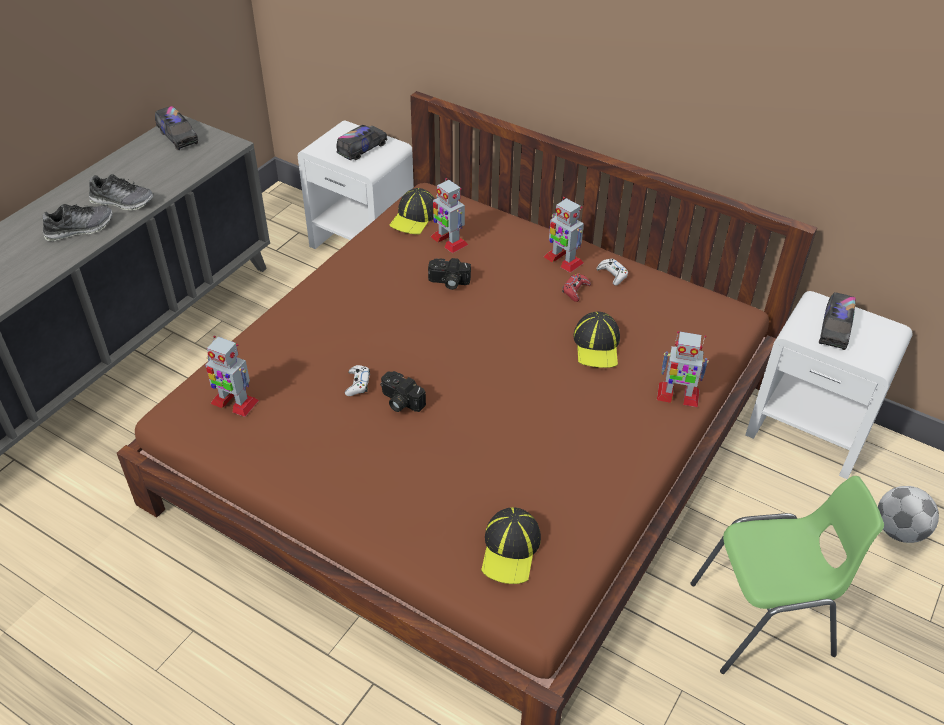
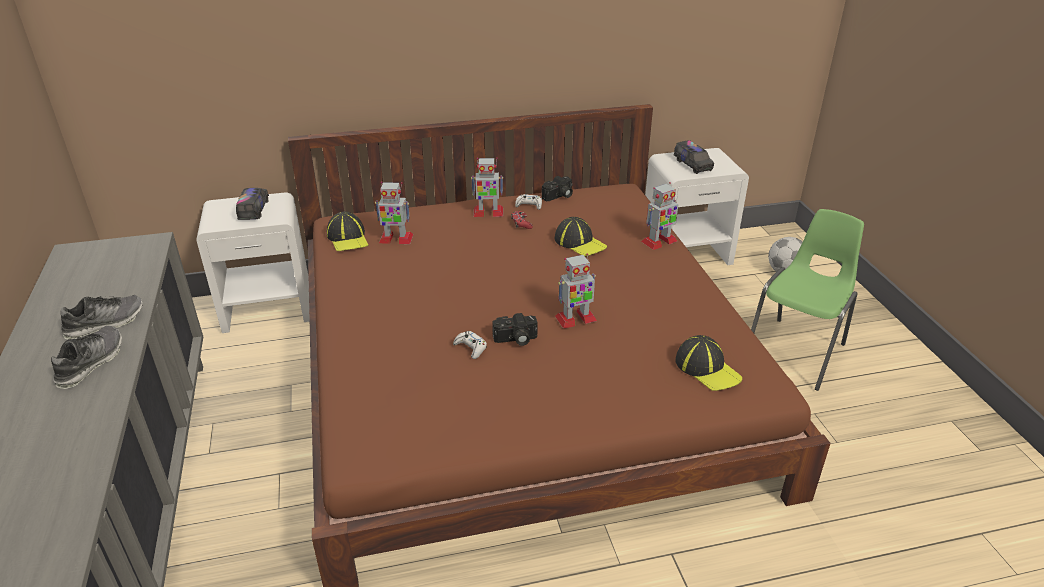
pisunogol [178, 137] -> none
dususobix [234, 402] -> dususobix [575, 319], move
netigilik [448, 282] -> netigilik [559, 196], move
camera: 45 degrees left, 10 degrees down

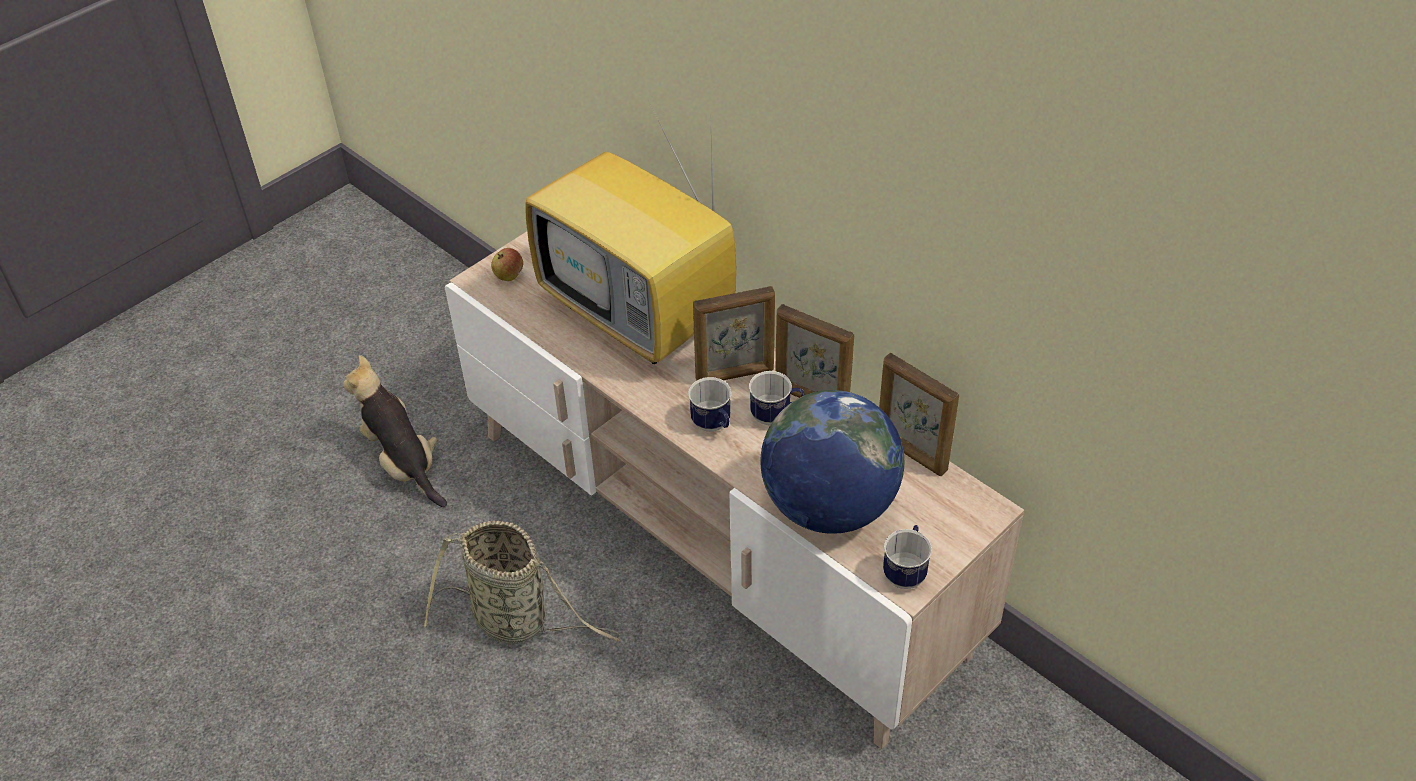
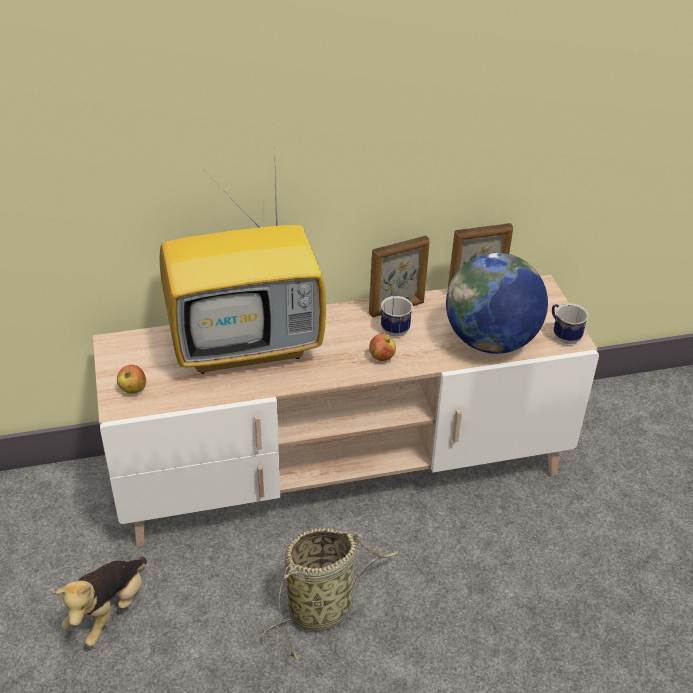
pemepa [735, 375] -> none
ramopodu [714, 426] -> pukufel [381, 357]
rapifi [403, 463] -> rapifi [109, 611], 60 degrees counterclockwise
camera: 60 degrees left, 5 degrees down

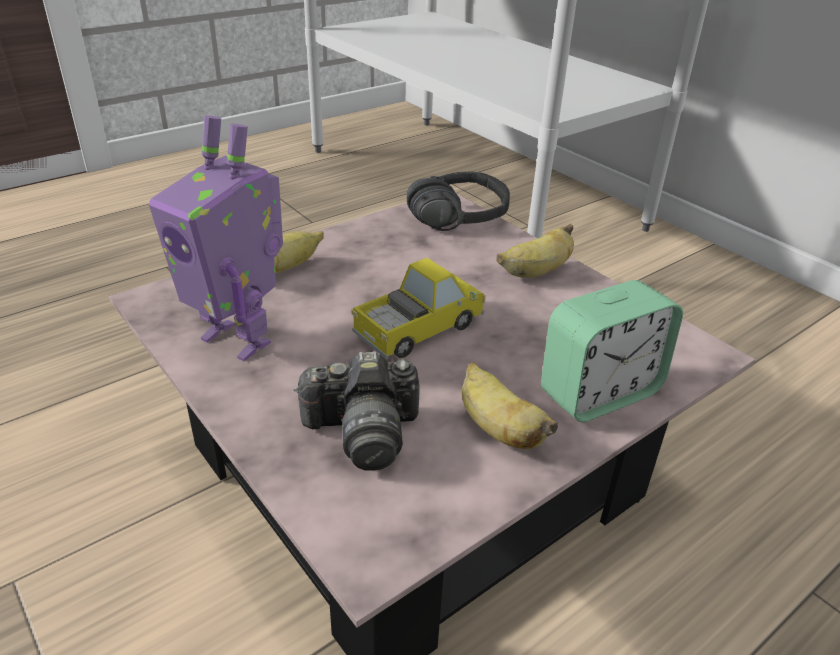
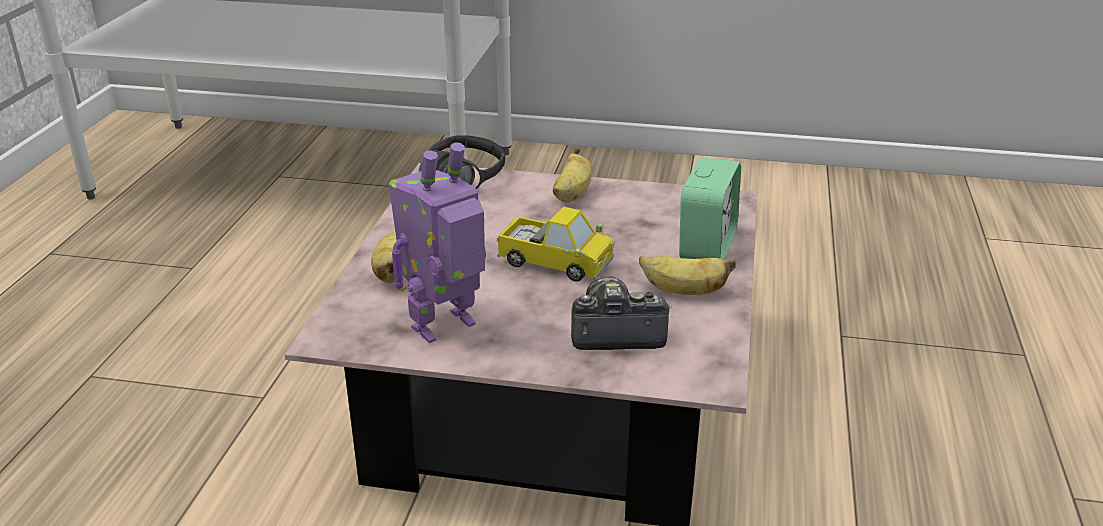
dususobix [239, 338] -> dususobix [445, 327], 150 degrees clockwise
netigilik [363, 432] -> netigilik [615, 333], 135 degrees counterclockwise
pisunogol [419, 330] -> pisunogol [555, 263], 105 degrees clockwise
camera: 40 degrees left, 5 degrees down

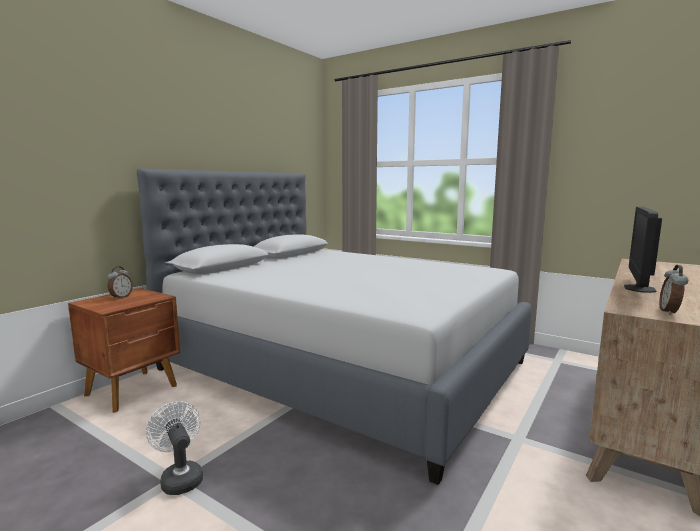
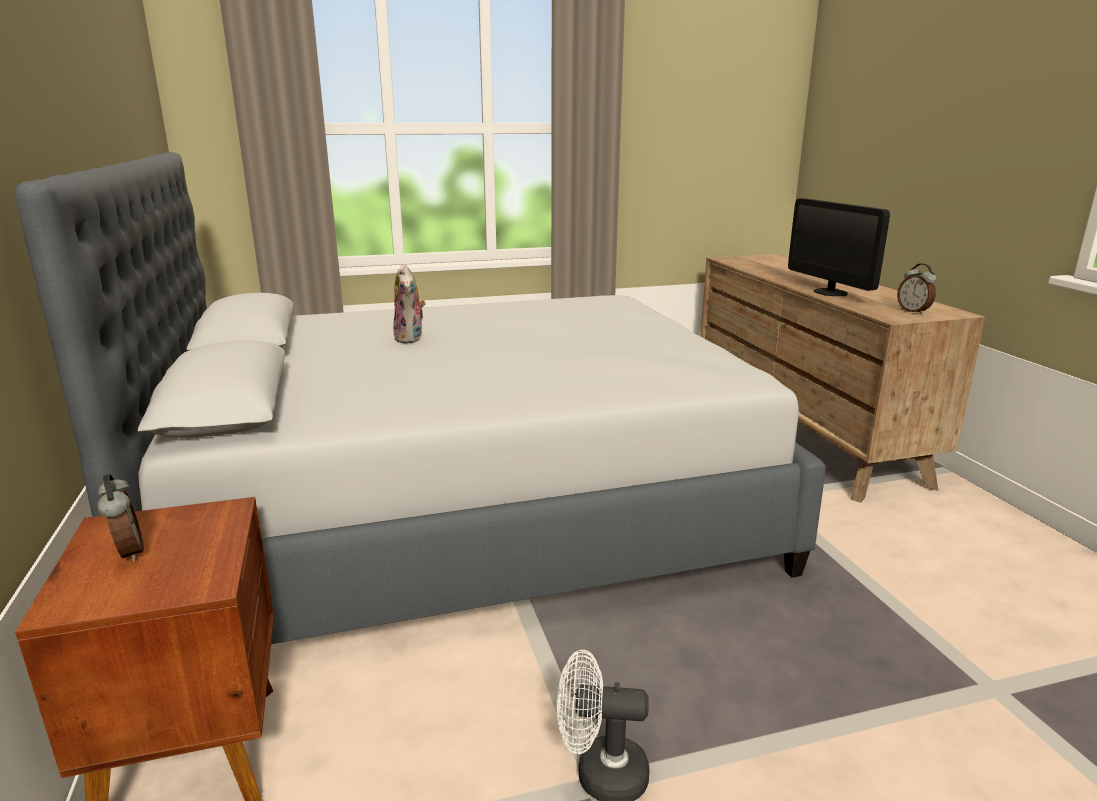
none -> rapifi [411, 339]
camera: 50 degrees left, 10 degrees up

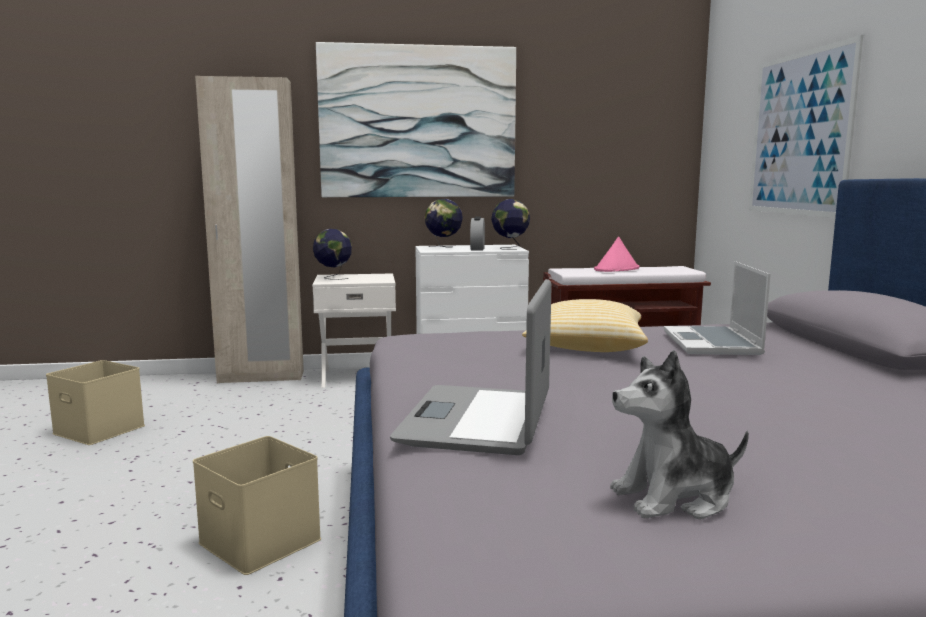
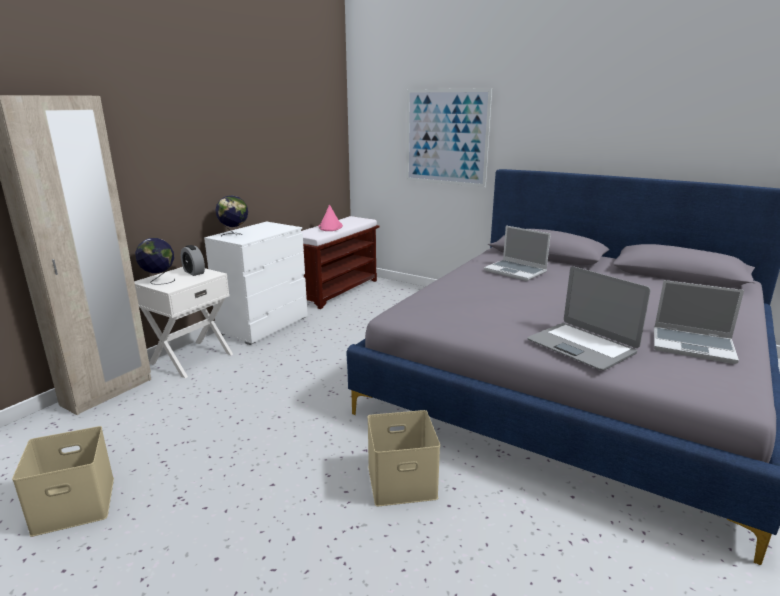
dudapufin [418, 122] -> none
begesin [510, 248] -> none
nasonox [584, 348] -> none
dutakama [477, 249] -> dutakama [194, 272], move
rapifi [675, 497] -> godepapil [693, 346]
camera: 50 degrees left, 10 degrees up

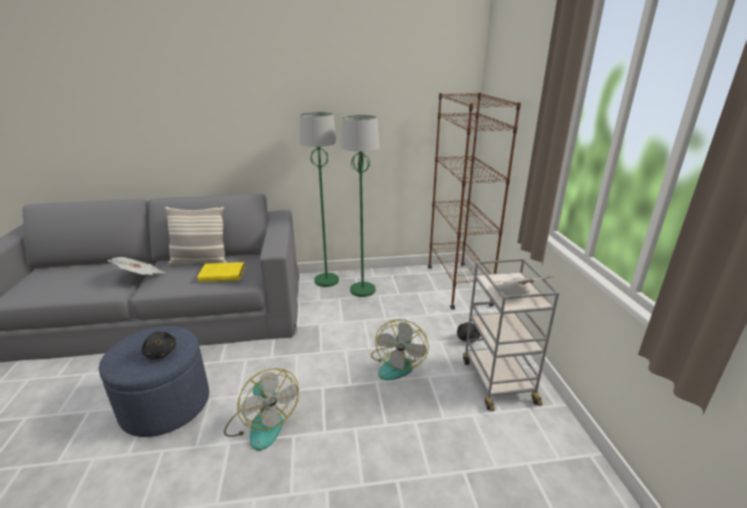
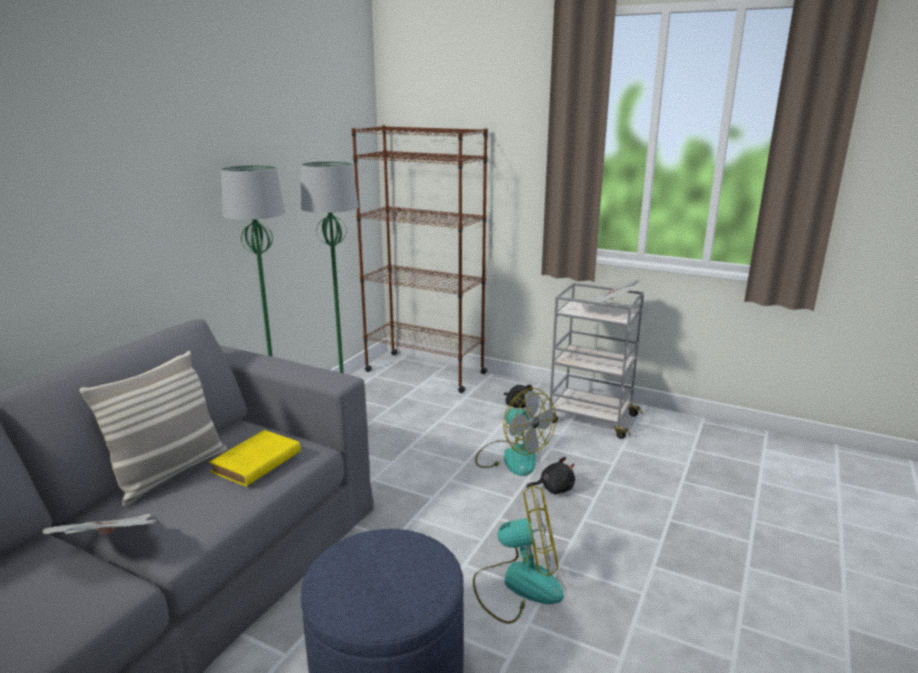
rapifi (black) [161, 353] -> rapifi (black) [554, 488], move
camera: 55 degrees left, 5 degrees down

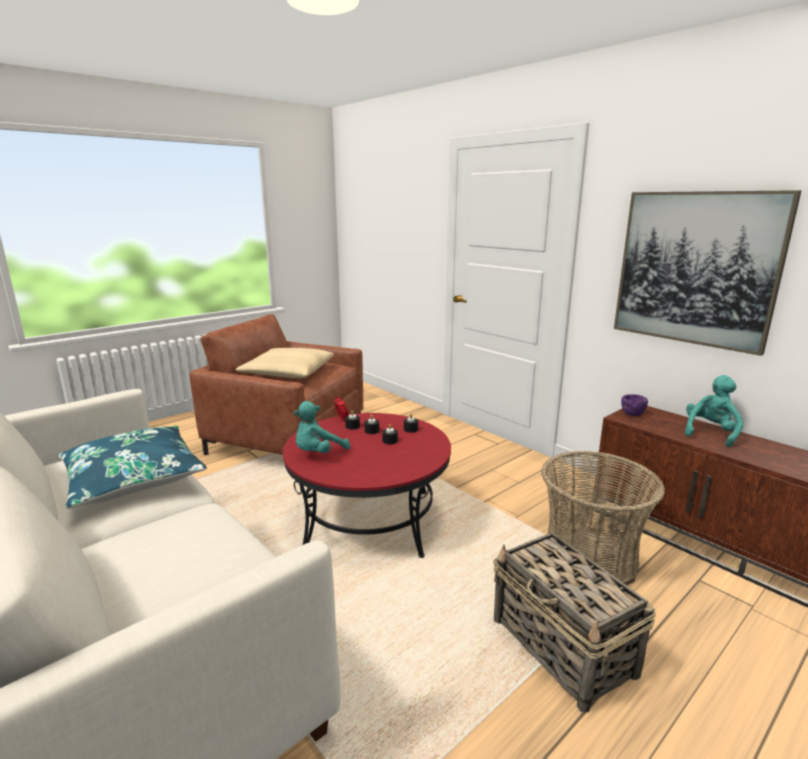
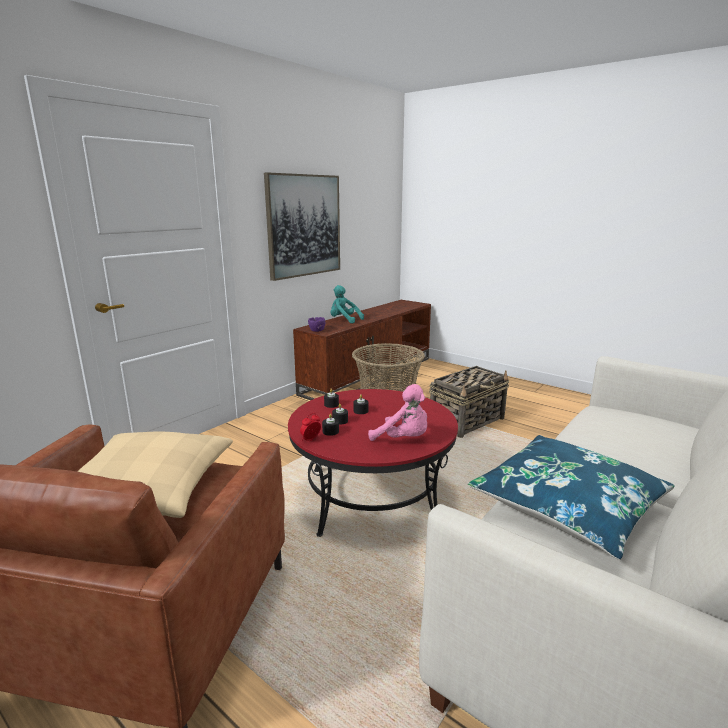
rapifi (turquoise) [318, 453] -> rapifi (pink) [403, 439]
camera: 100 degrees left, 0 degrees up

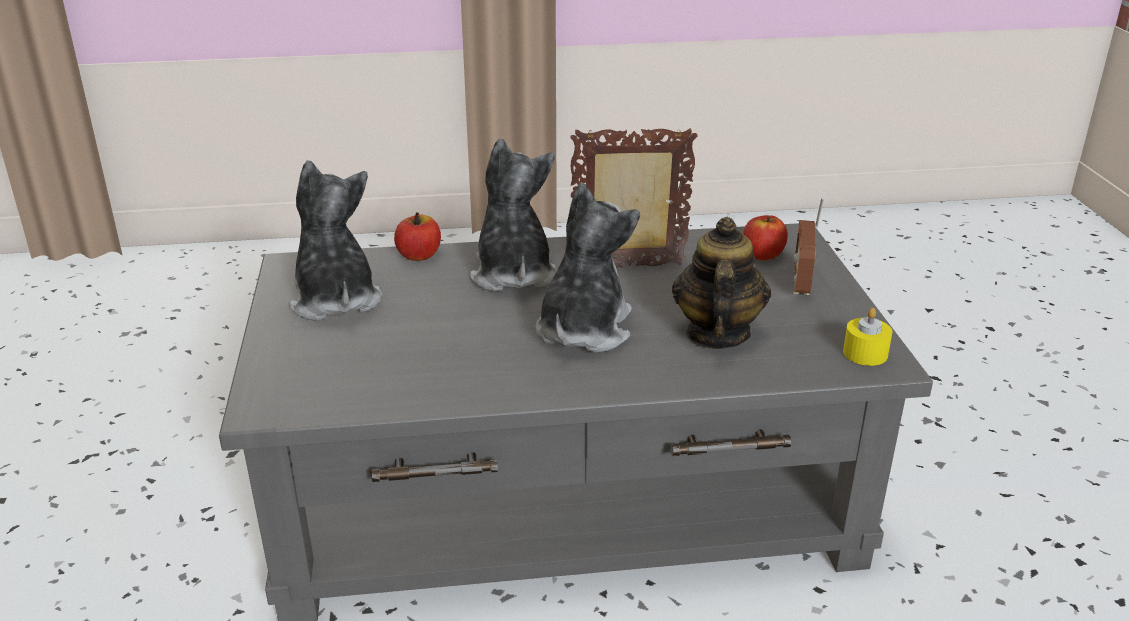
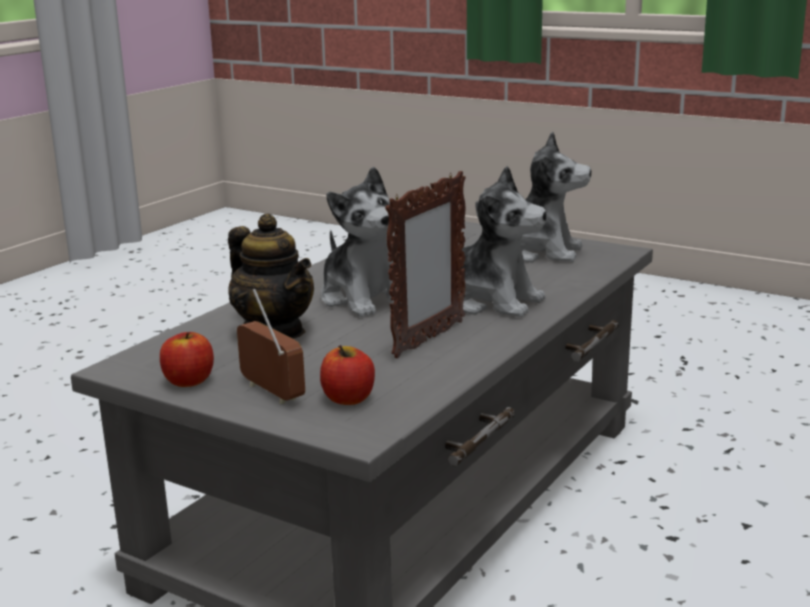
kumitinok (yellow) [865, 353] -> none
pukufel [419, 255] -> pukufel [188, 381], move
camera: 130 degrees right, 10 degrees down

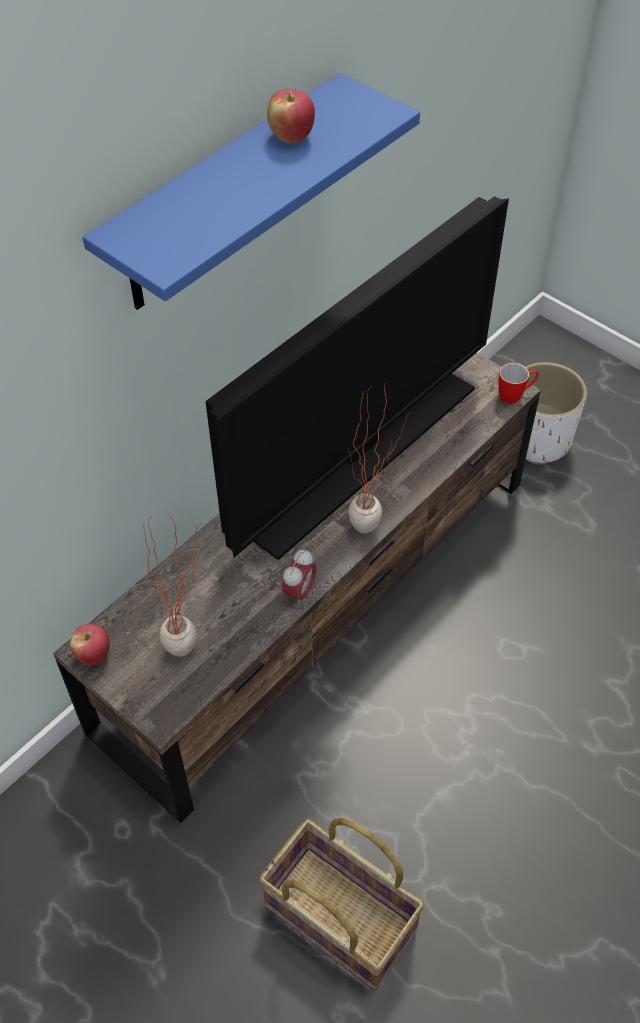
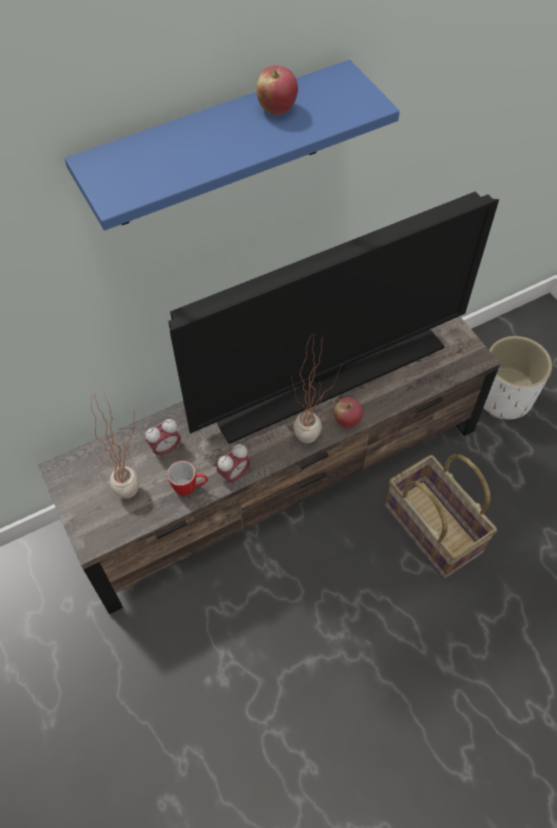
none -> dutakama [166, 448]
pukufel [93, 655] -> pukufel [347, 420], move
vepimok [338, 919] -> vepimok [431, 529], move
ramopodu [515, 396] -> ramopodu [190, 488], move
camera: 20 degrees right, 5 degrees up

